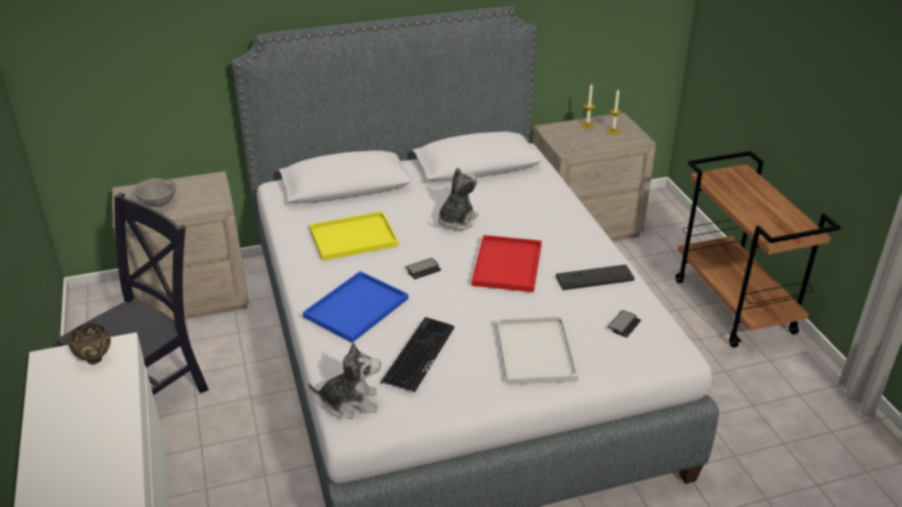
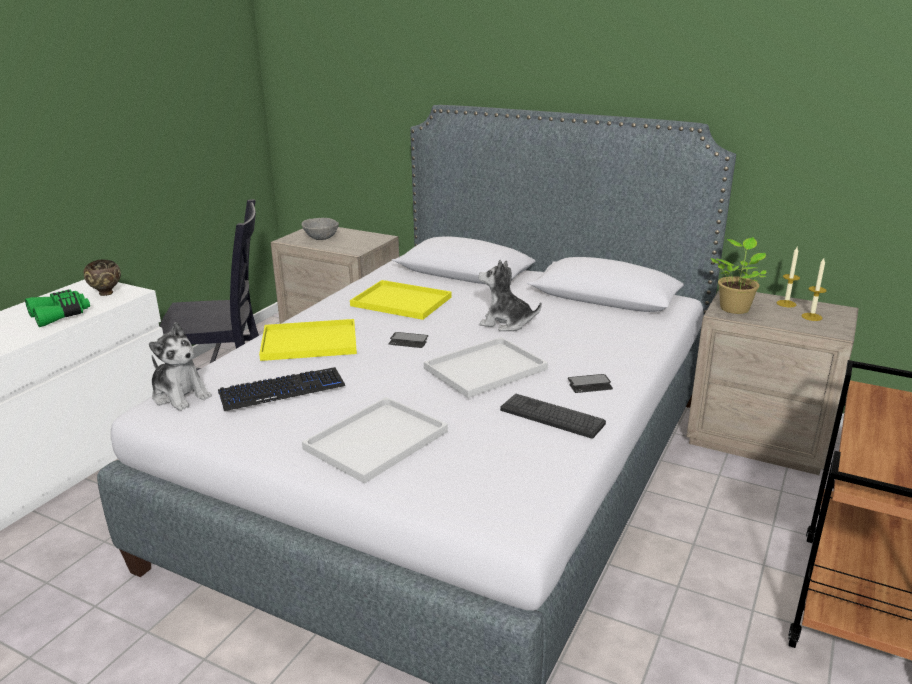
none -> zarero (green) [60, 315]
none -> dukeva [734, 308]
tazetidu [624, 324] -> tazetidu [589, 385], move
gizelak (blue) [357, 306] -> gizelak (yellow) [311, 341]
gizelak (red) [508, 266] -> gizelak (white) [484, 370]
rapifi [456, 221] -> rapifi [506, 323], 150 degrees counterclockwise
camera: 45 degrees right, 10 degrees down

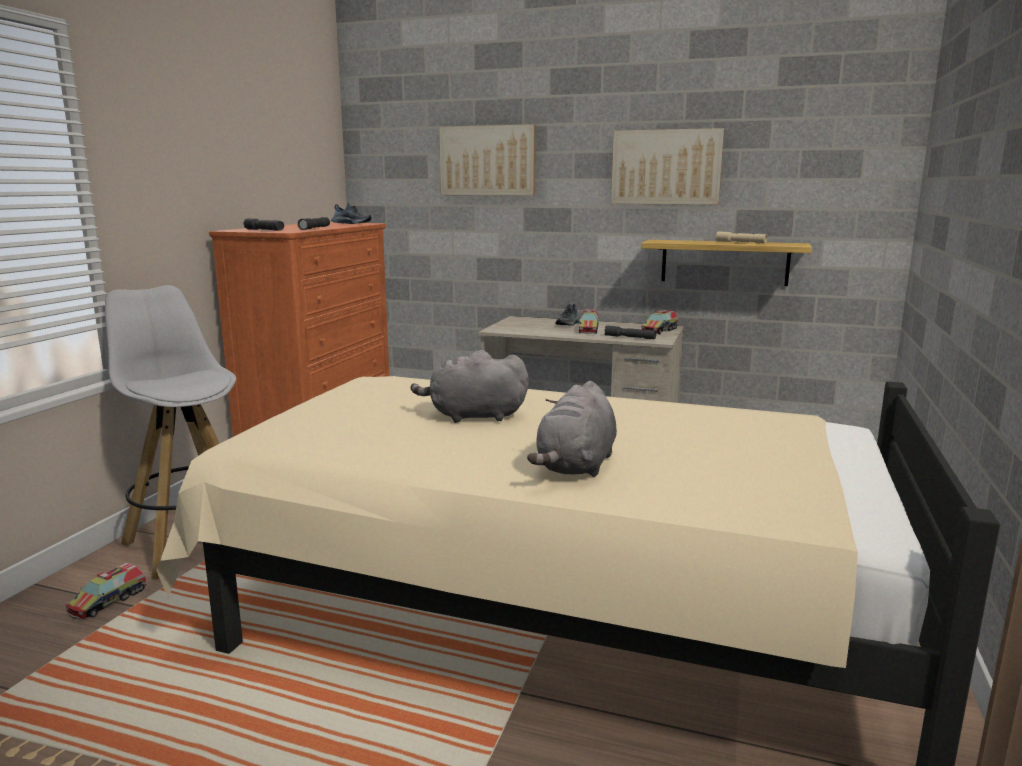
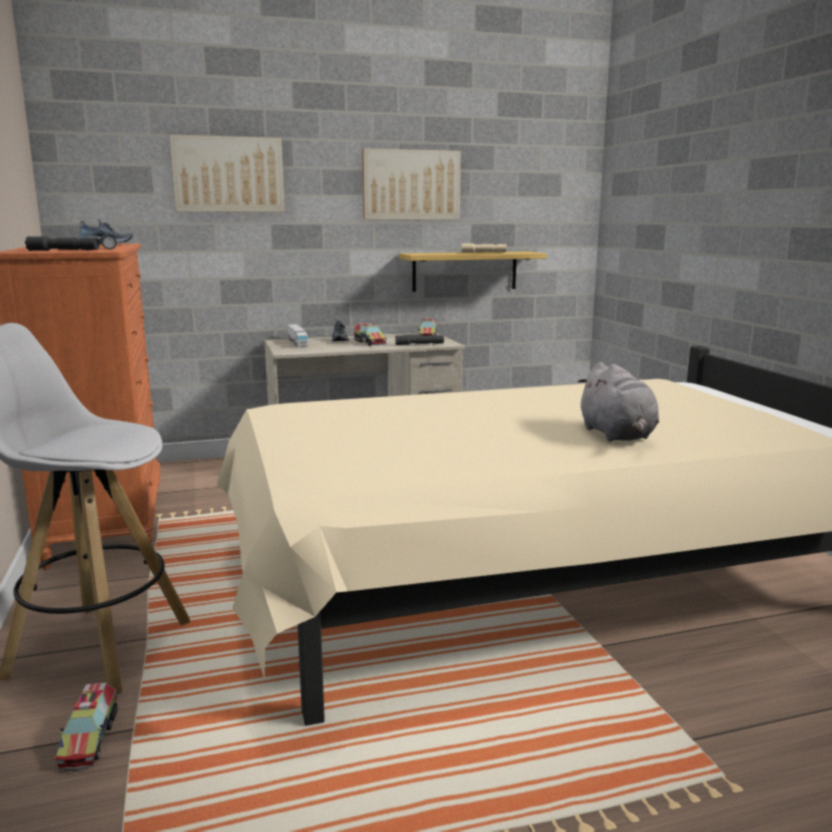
rapifi (grey) [473, 416] -> none
none -> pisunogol [297, 343]
camera: 35 degrees left, 0 degrees up

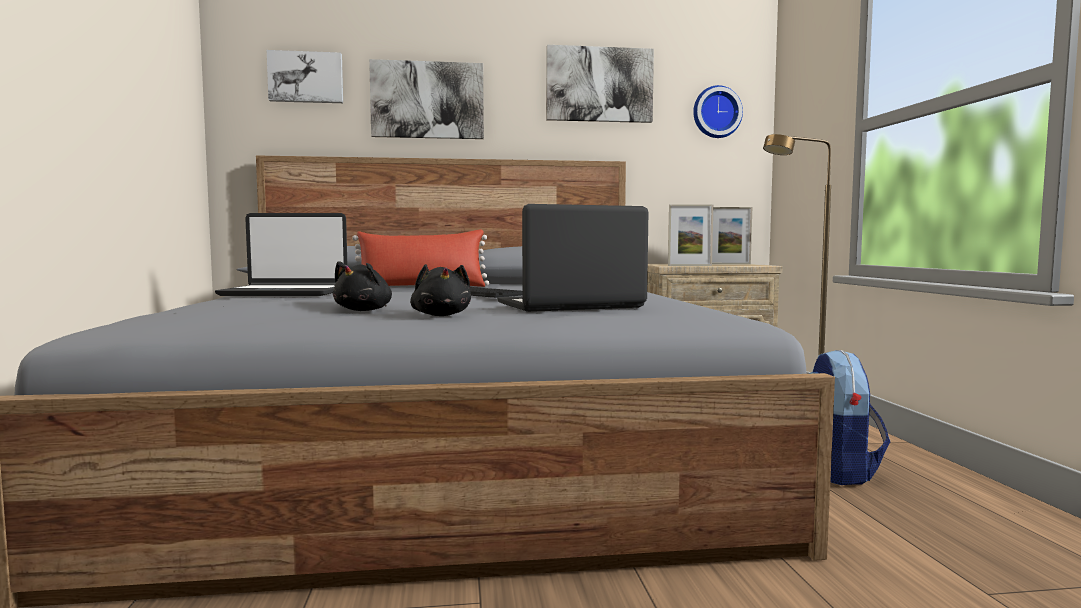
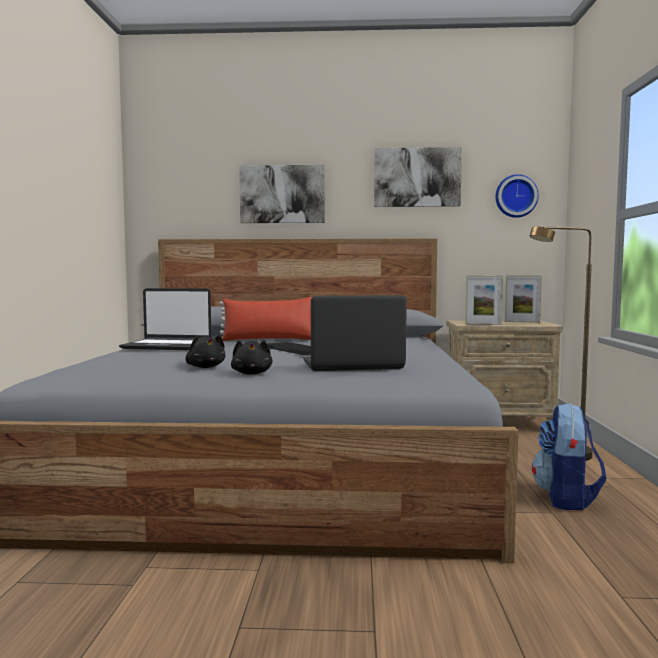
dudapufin [306, 77] -> none
rapifi (black) [365, 310] -> rapifi (black) [205, 367], 60 degrees counterclockwise
camera: 10 degrees right, 0 degrees up

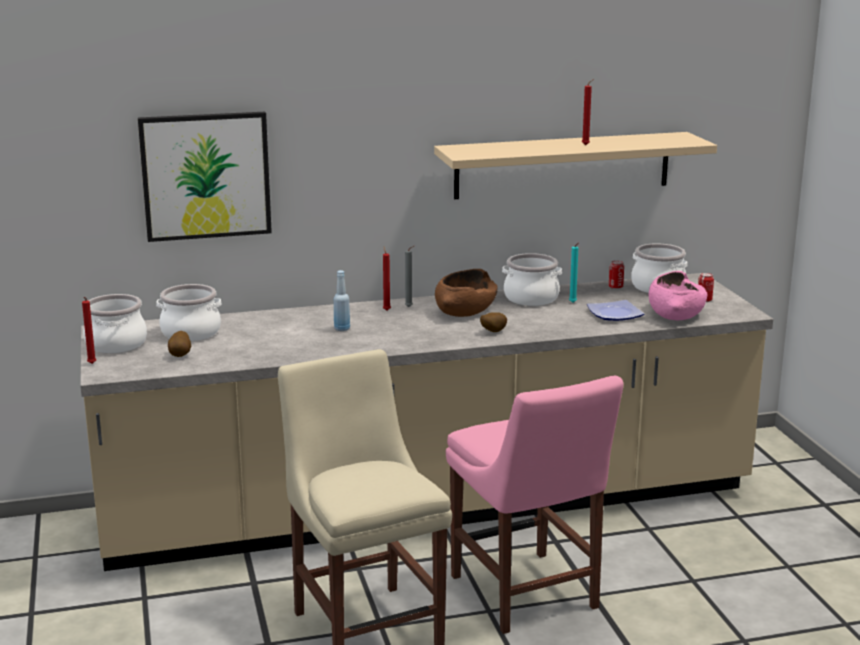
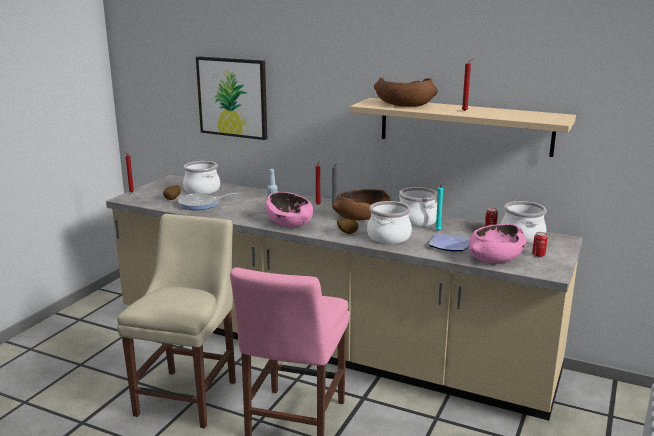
none -> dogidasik [201, 204]
none -> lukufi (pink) [289, 222]
none -> lukufi (brown) [404, 105]
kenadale [115, 344] -> kenadale [388, 237], move
camera: 40 degrees right, 0 degrees up

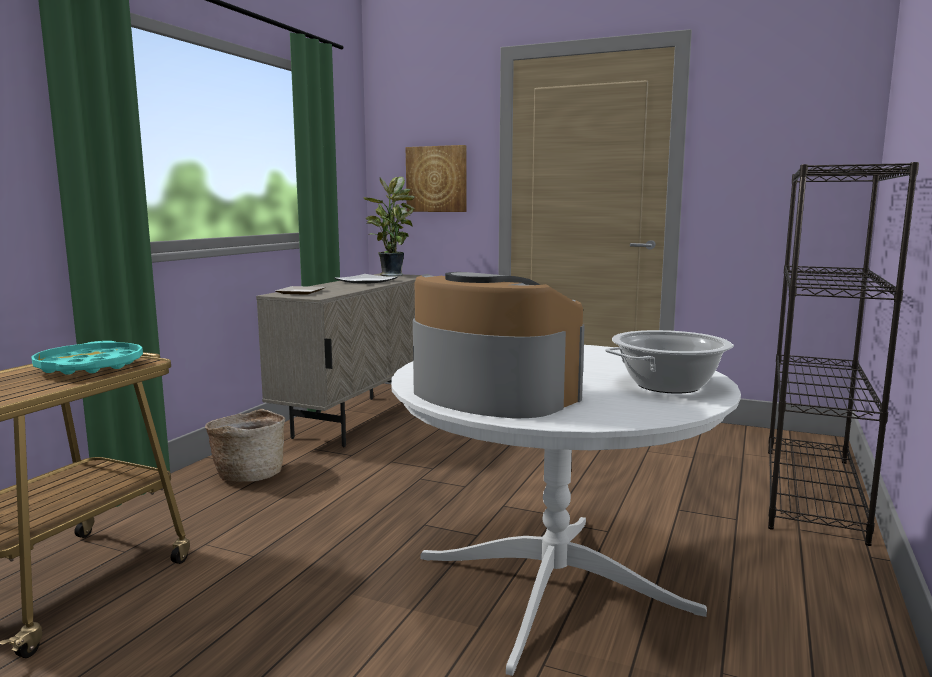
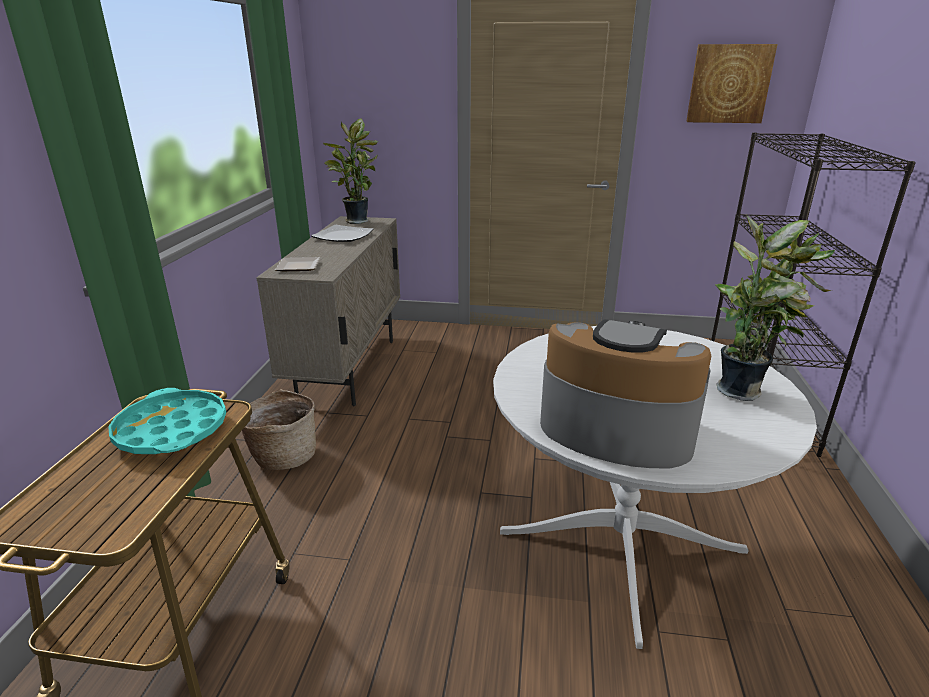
dudapufin [437, 179] -> dudapufin [729, 84], move
kenadale [668, 385] -> dukeva [742, 390]
camera: 15 degrees left, 15 degrees up

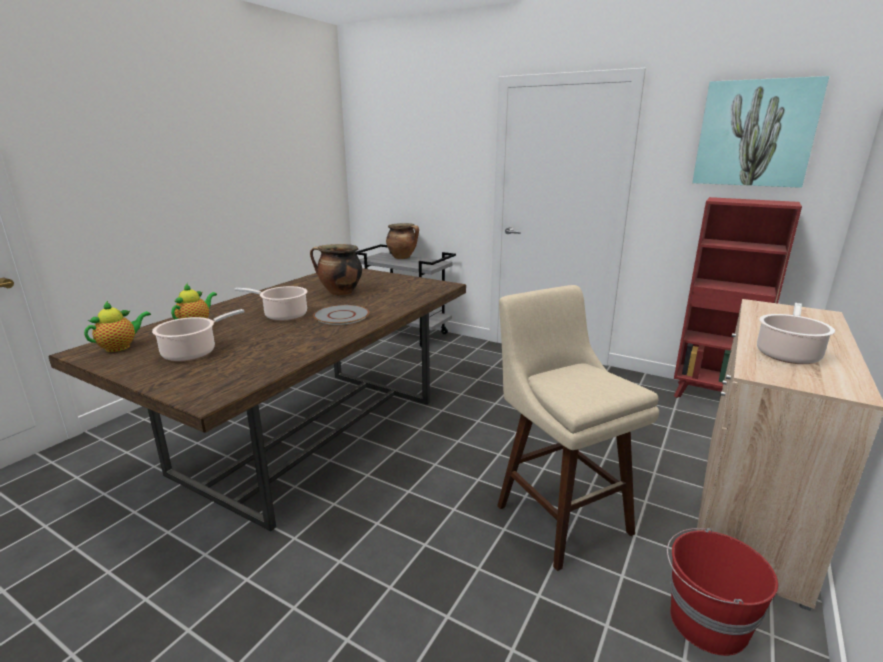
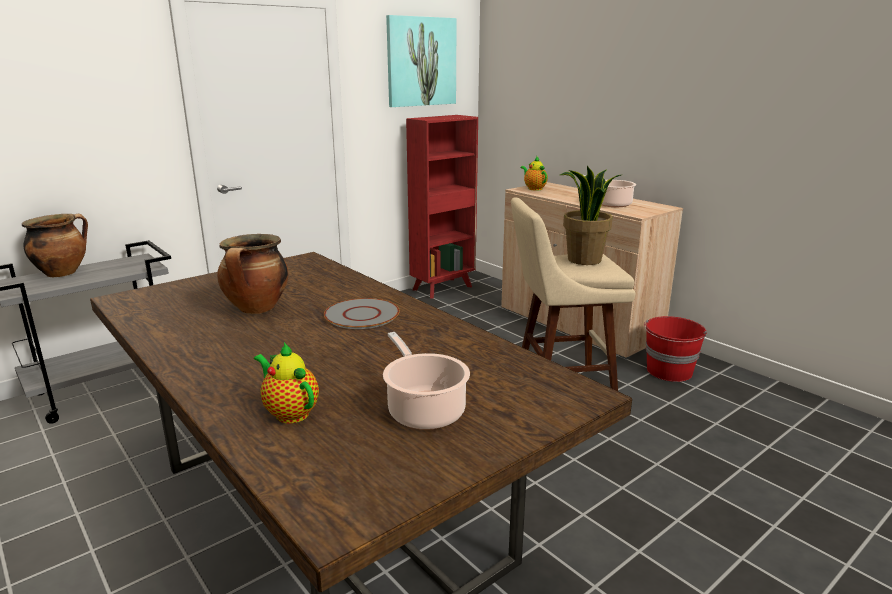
kenadale [283, 315] -> none
none -> dukeva [584, 260]
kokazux [121, 347] -> kokazux [534, 188], move
camera: 70 degrees left, 0 degrees up

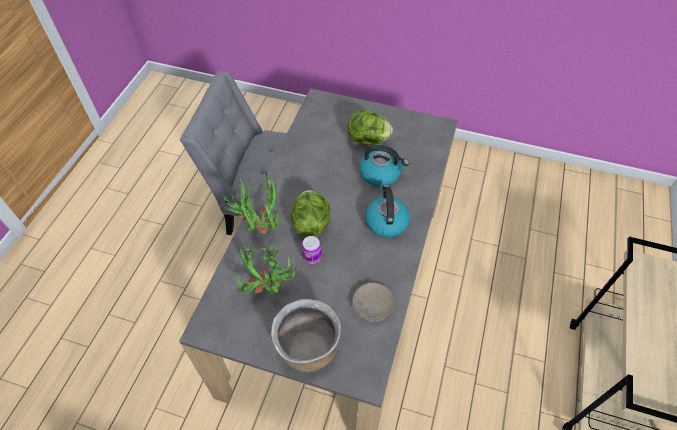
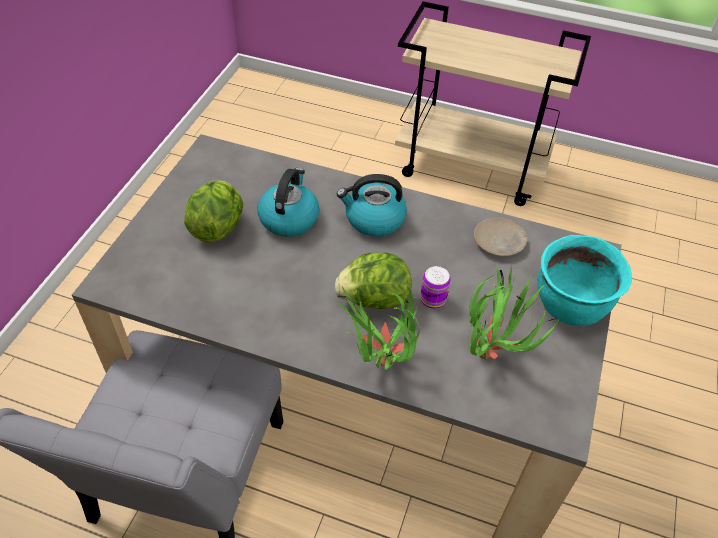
kenadale (brown) [308, 349] -> kenadale (turquoise) [570, 307]
camera: 90 degrees left, 5 degrees down

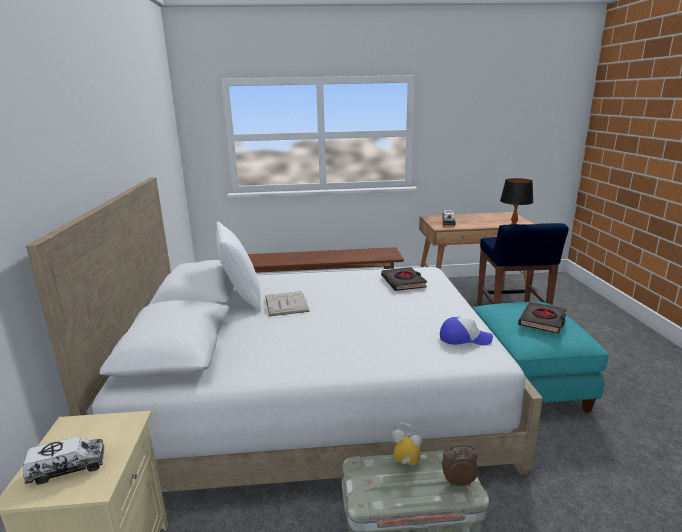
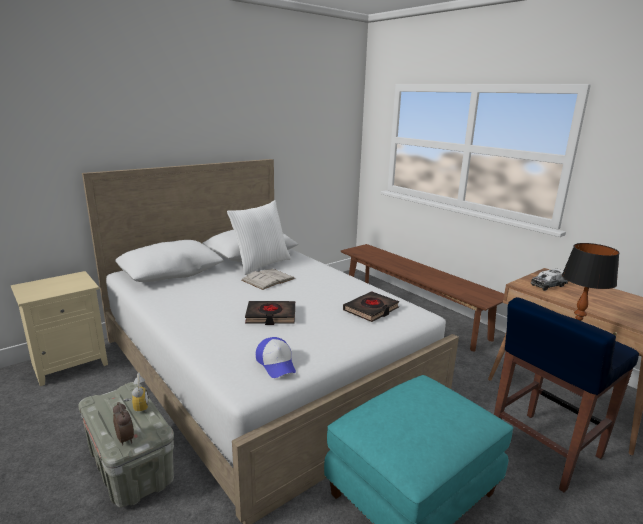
pisunogol [68, 468] -> none
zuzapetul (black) [542, 321] -> zuzapetul (black) [271, 316], move
camera: 55 degrees right, 0 degrees up

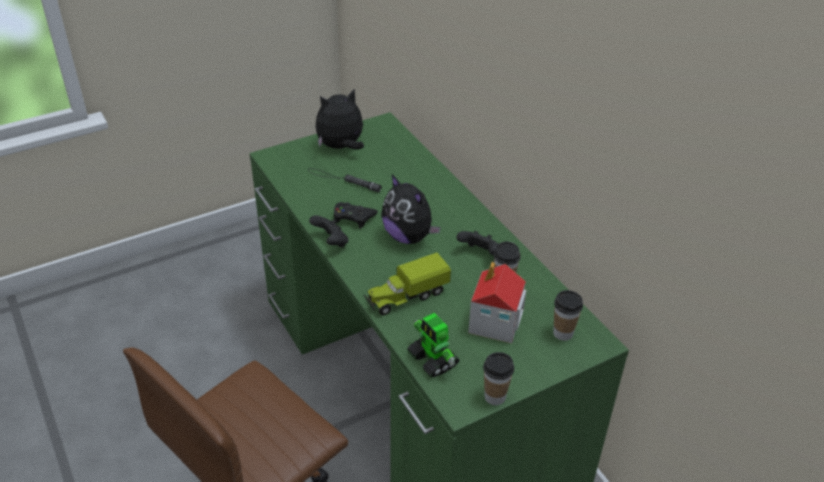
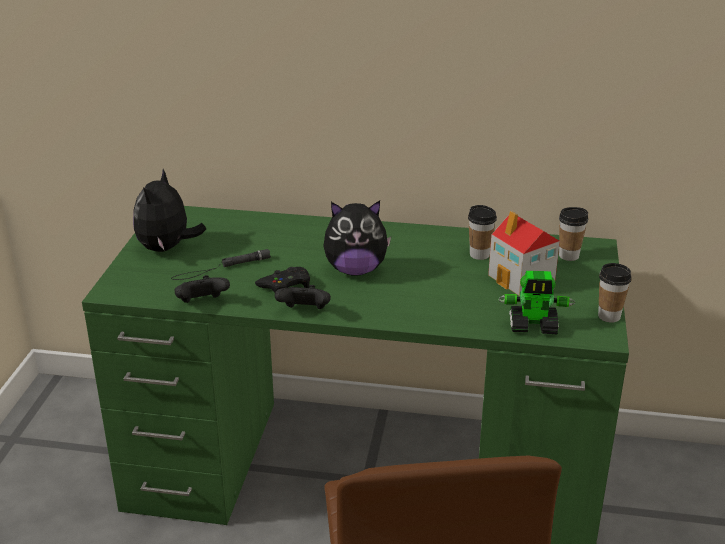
pisunogol [406, 297] -> none
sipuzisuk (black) [479, 253] -> sipuzisuk (black) [202, 303], move
camera: 50 degrees left, 10 degrees down

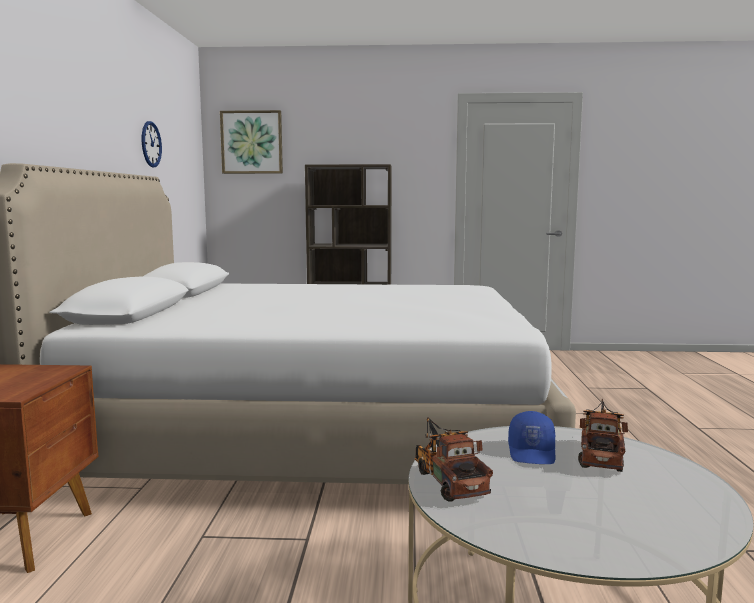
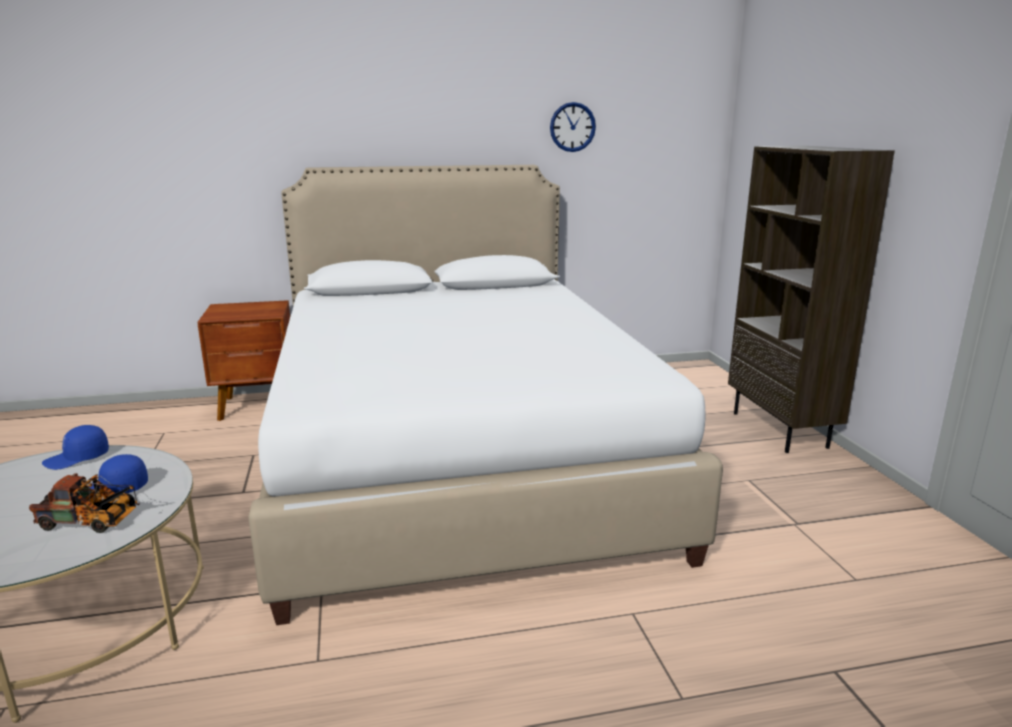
dudapufin [252, 142] -> none
pisunogol [448, 479] -> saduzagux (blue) [77, 458]
camera: 75 degrees right, 10 degrees up

